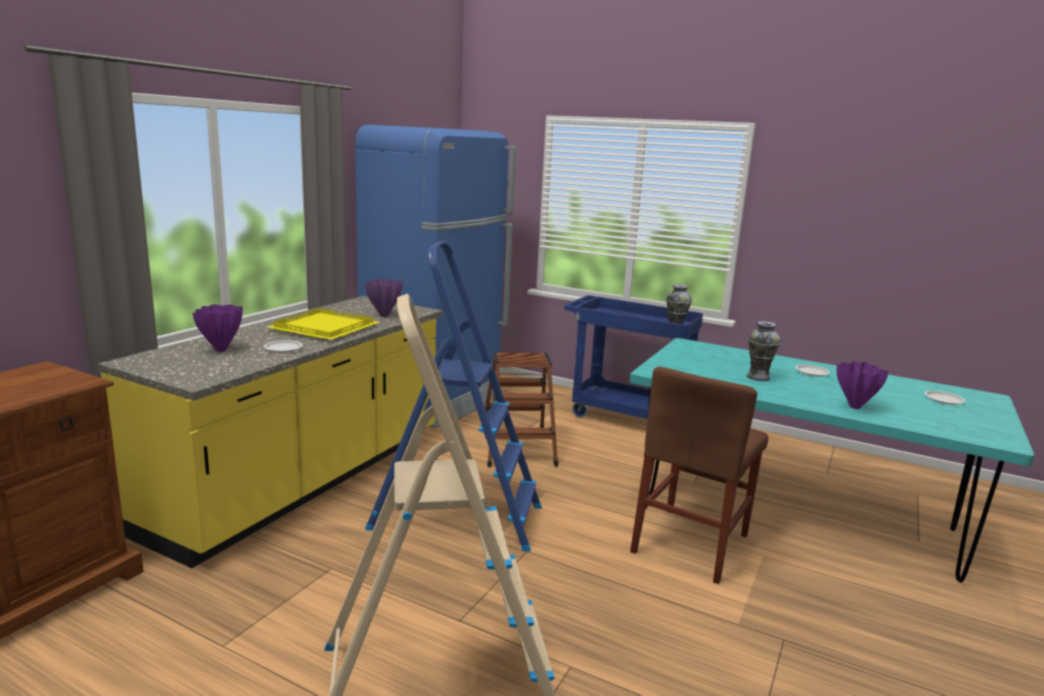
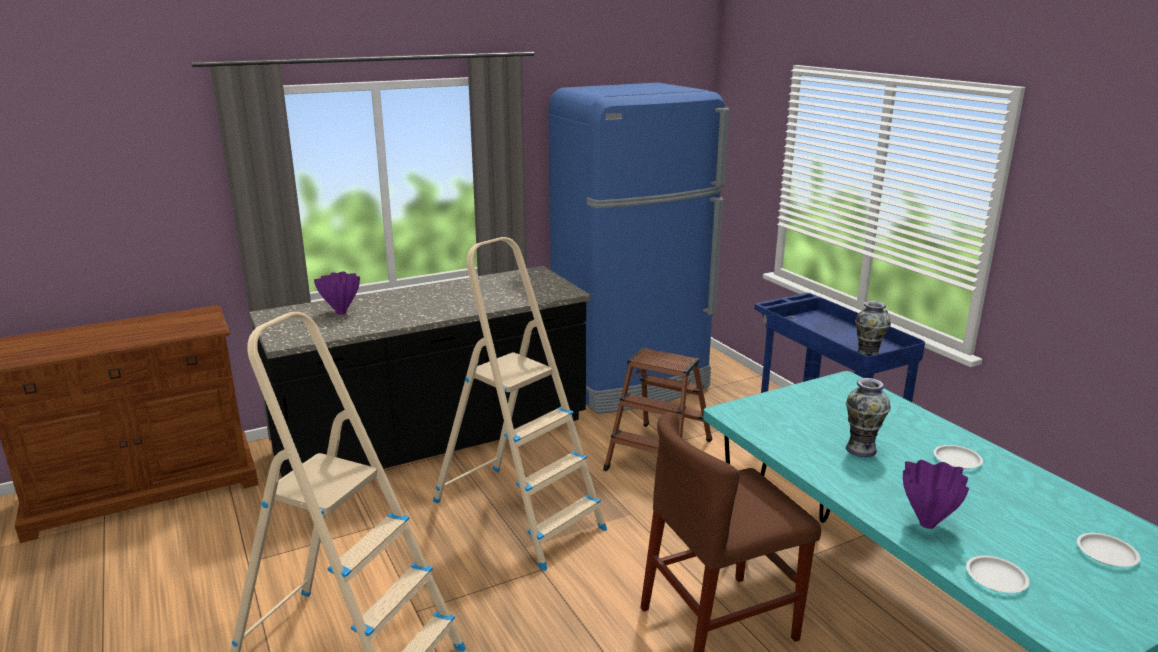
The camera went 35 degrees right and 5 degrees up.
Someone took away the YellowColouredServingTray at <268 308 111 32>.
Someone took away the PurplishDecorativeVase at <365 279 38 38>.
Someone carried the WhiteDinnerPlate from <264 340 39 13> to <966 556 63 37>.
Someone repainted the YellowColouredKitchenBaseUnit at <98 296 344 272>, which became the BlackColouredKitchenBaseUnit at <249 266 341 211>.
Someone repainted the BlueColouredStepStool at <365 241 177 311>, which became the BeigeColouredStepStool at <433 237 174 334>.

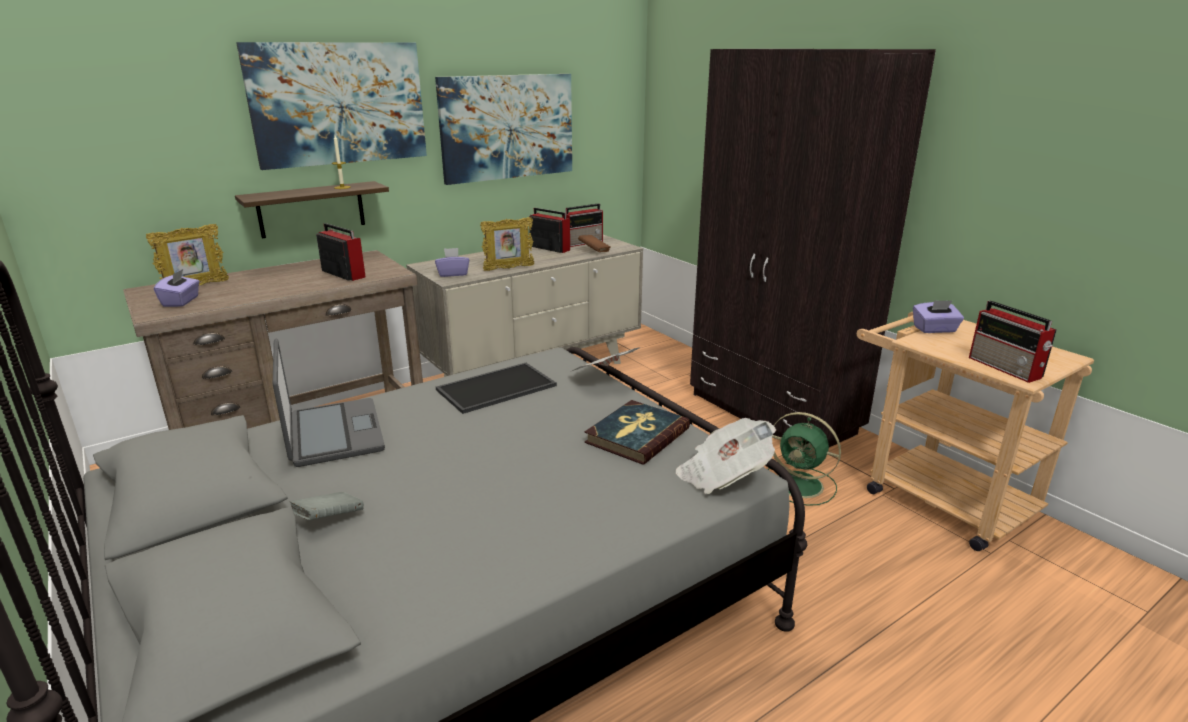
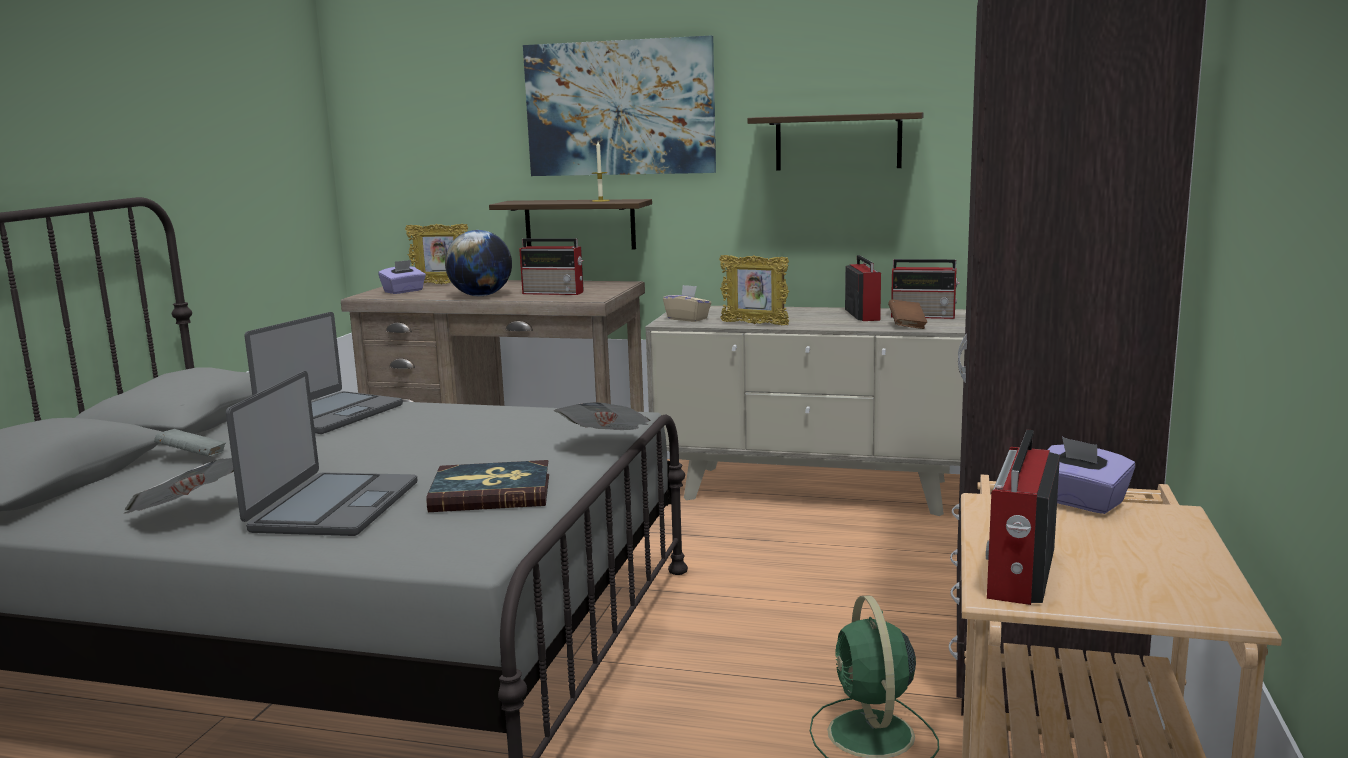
The camera went 50 degrees right and 10 degrees down.
Someone took away the ServingTray at <436 363 121 51>.
Someone put down the Laptop at <226 371 191 165>.
Someone put down the DeskGlobe at <445 230 67 66>.
Someone carried the Newspaper from <676 418 100 76> to <123 458 111 56>.
Someone swapped the WallArt at <435 74 137 111> for the WallShelf at <747 112 177 58>.
Someone repainted the PurplishBoxOfTissues at <435 248 34 29>, which became the BeigeColouredBoxOfTissues at <663 285 48 37>.
Someone rotated the RadioReceiver at <316 223 50 58> by 105 degrees clockwise.

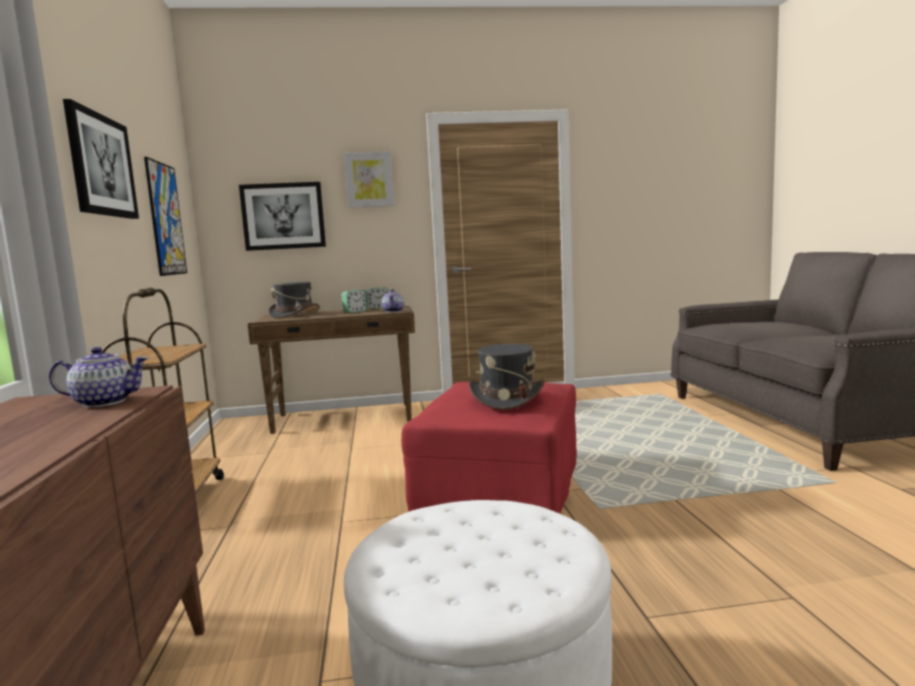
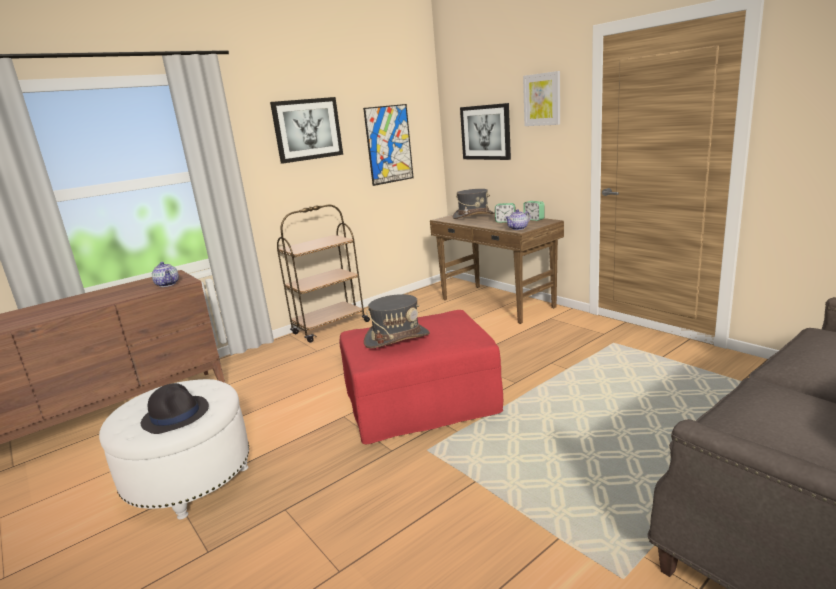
The camera went 60 degrees right and 10 degrees up.
Someone put down the BlackColouredClothingHat at <141 383 68 51>.

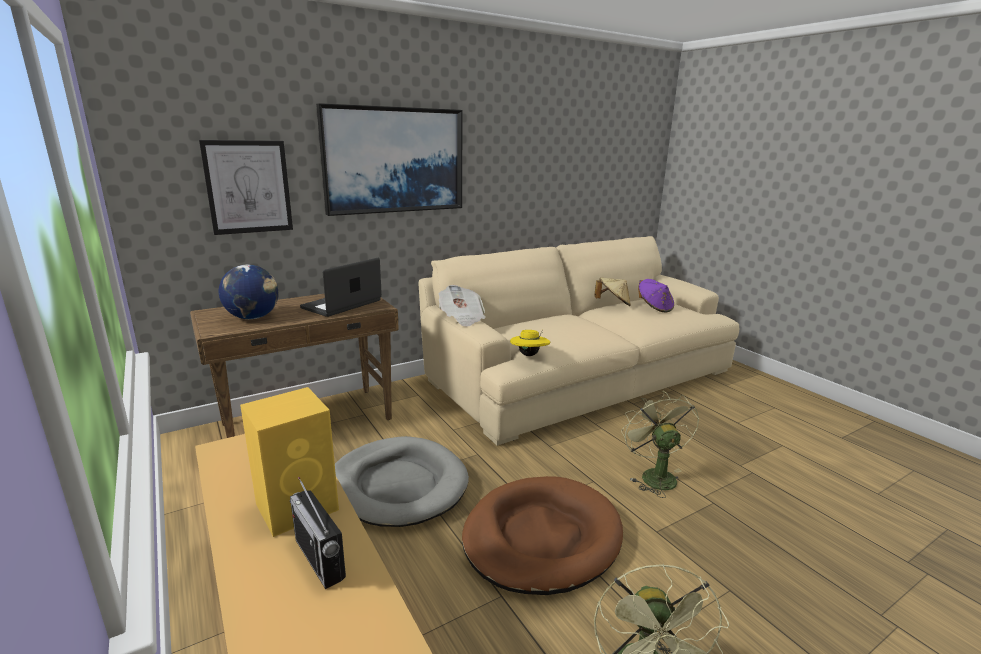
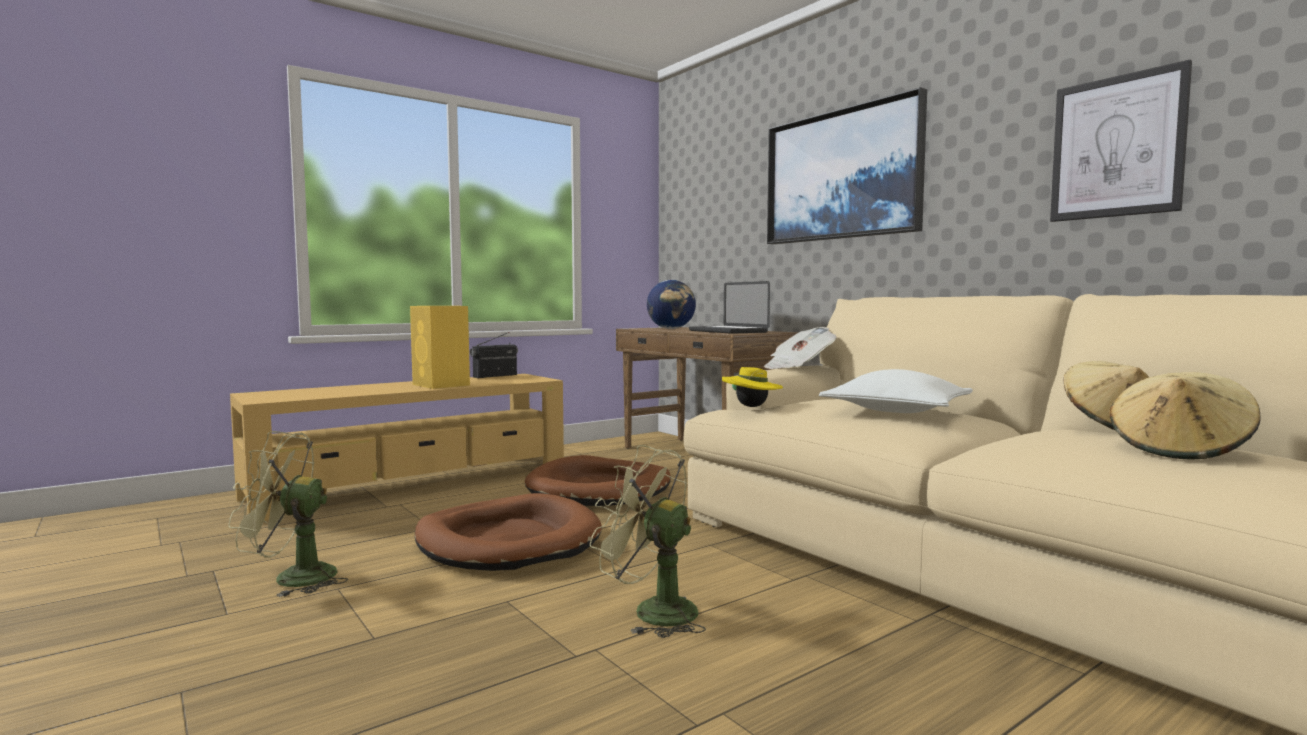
The camera went 85 degrees right and 15 degrees down.
Someone put down the WhitePillow at <819 369 154 44>.
Someone carried the WallArt from <199 140 94 95> to <1050 60 142 162>.
Someone carried the RadioReceiver from <290 477 56 112> to <470 332 48 46>.
Someone repainted the GrayDogBed at <335 436 134 91>, which became the BrownishDogBed at <525 455 146 51>.
Someone repainted the PurplishClothingHat at <638 279 36 33>, which became the BeigeColouredClothingHat at <1110 372 151 88>.
Someone rotated the Laptop at <300 258 82 59> by 150 degrees counterclockwise.
Someone rotated the GreenishFan at <621 391 78 107> by 135 degrees counterclockwise.

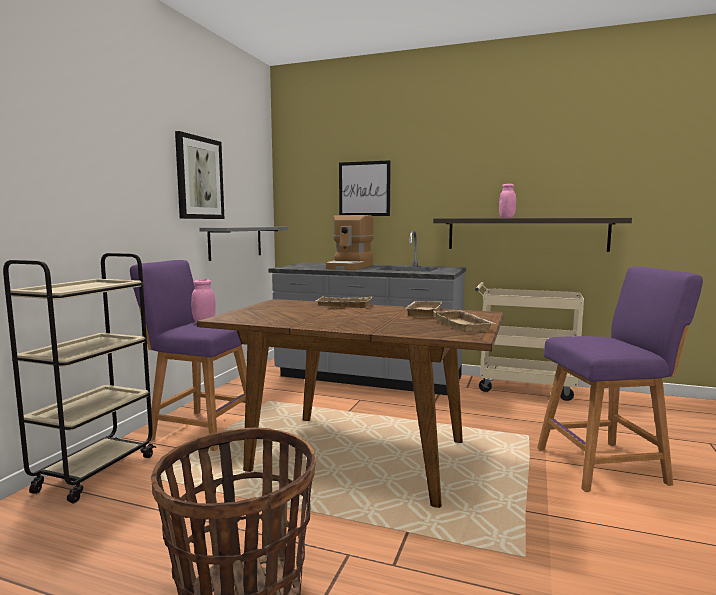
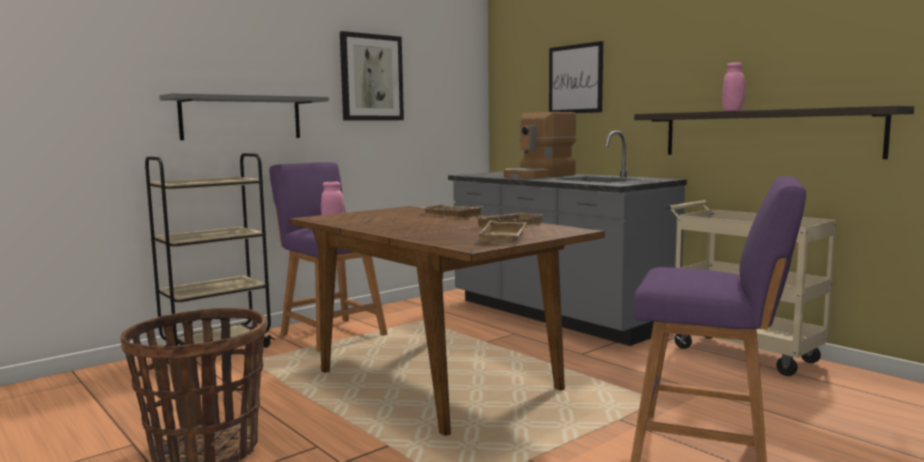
The camera went 30 degrees right and 0 degrees up.
Someone carried the GrayWallShelf from <199 227 89 34> to <159 93 170 47>.

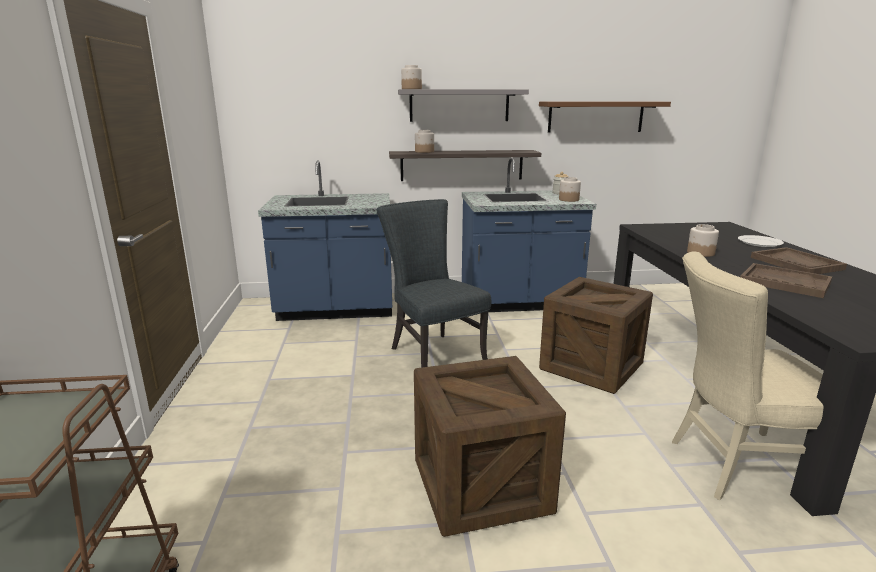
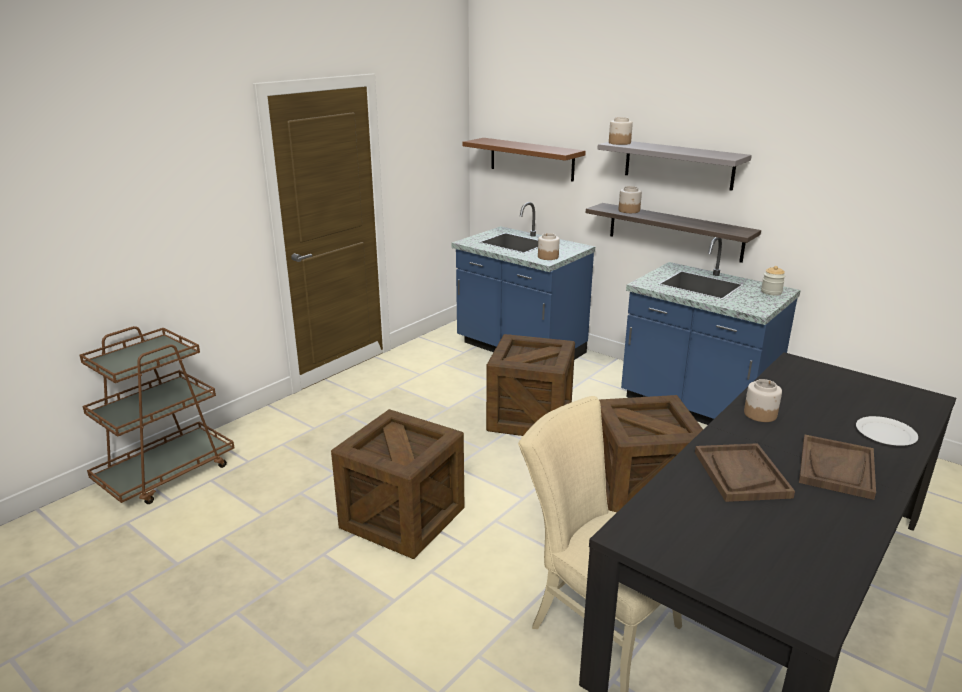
The camera went 45 degrees right and 5 degrees up.
Someone carried the BrownishWallShelf from <539 101 132 31> to <462 138 124 44>.
Someone carried the Jar from <559 177 22 25> to <538 233 22 27>.
Someone swapped the GrayPlainChair at <376 199 115 169> for the ShippingCrate at <486 334 89 102>.

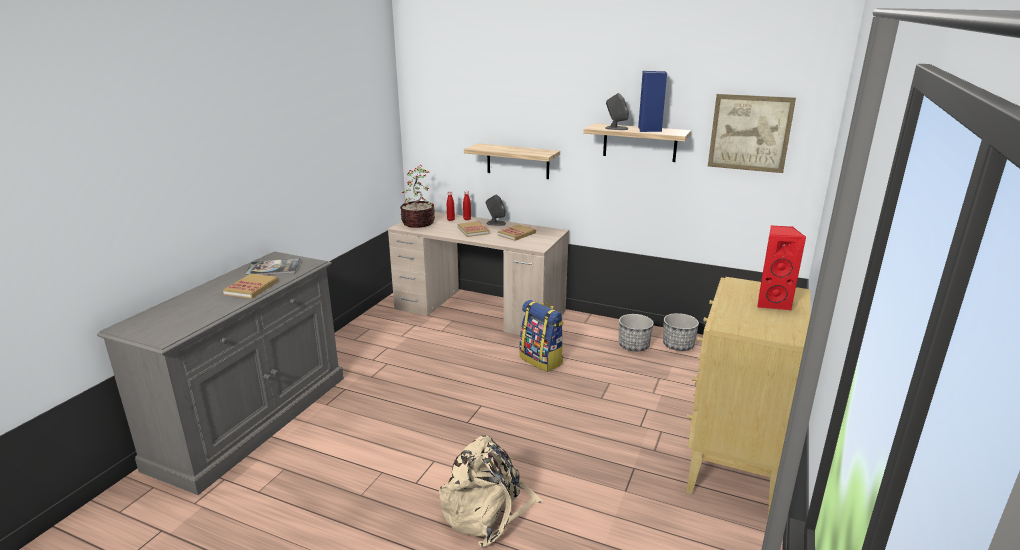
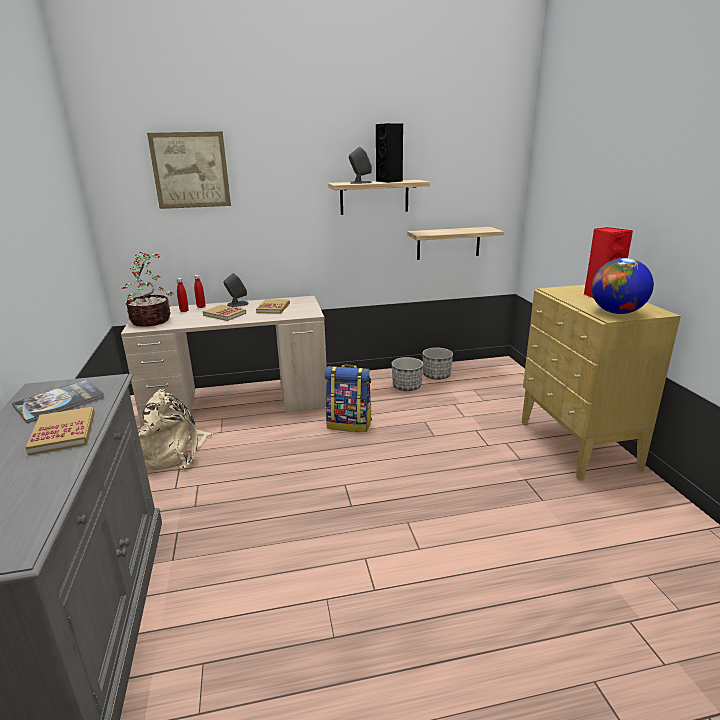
The camera went 35 degrees left and 0 degrees up.
Someone put down the DeskGlobe at <591 258 63 56>.
Someone carried the BeigeColouredBackpack from <439 436 104 111> to <138 389 75 81>.
Someone carried the WallShelf from <464 143 96 36> to <407 227 97 33>.
Someone carried the WallArt from <708 94 88 79> to <147 132 84 77>.
Someone repainted the BlueColouredSpeaker at <638 71 29 61>, which became the BlackColouredSpeaker at <376 123 27 60>.

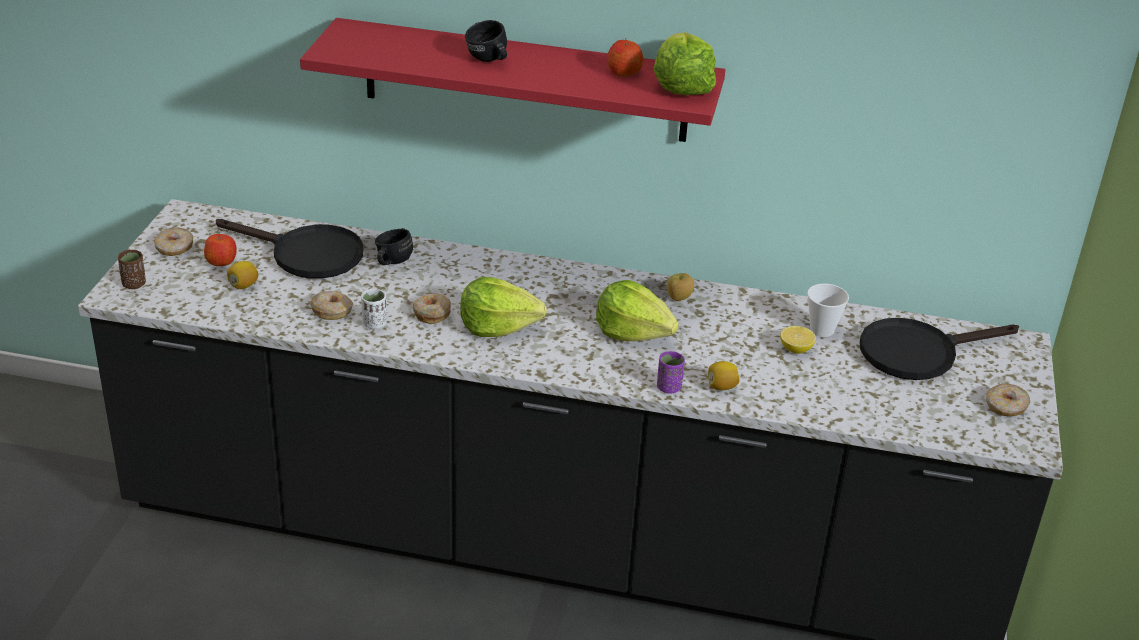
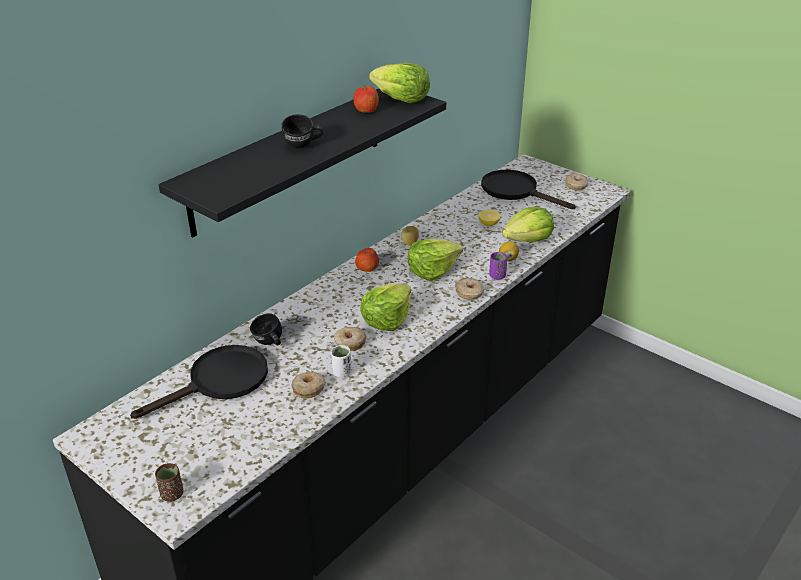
The camera went 60 degrees left and 0 degrees up.
Someone took away the Lemon at <227 261 31 28>.
Someone took away the Cup at <807 284 42 53>.
Someone put down the Lettuce at <502 206 52 36>.
Someone carried the RingDoughnut from <154 228 39 28> to <455 278 29 22>.
Someone carried the WholeApple from <204 233 33 33> to <355 248 24 24>.
Someone repainted the ReddishWallShelf at <300 18 425 124>, which became the BlackColouredWallShelf at <158 89 288 149>.
Someone rotated the BlackColouredFryingPan at <860 318 159 62> by 120 degrees clockwise.

